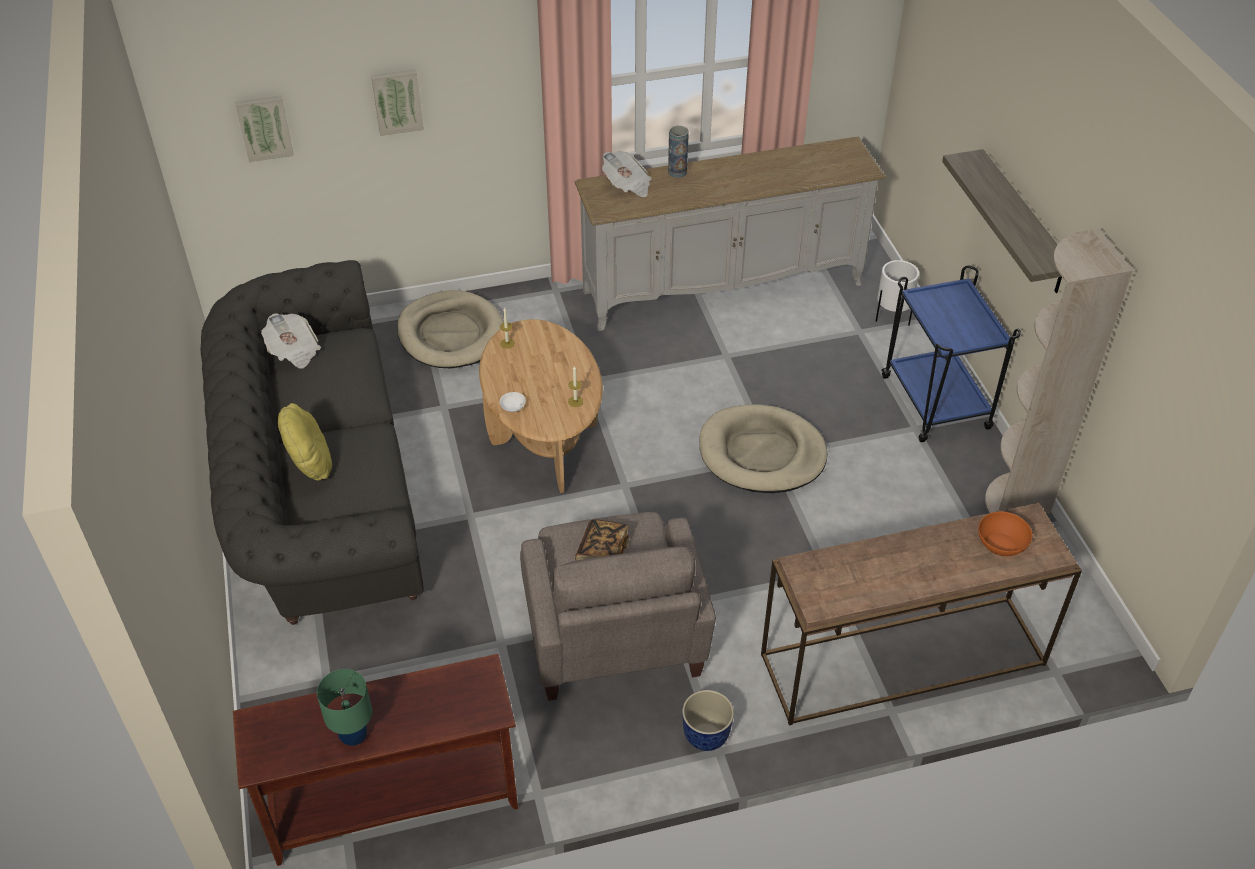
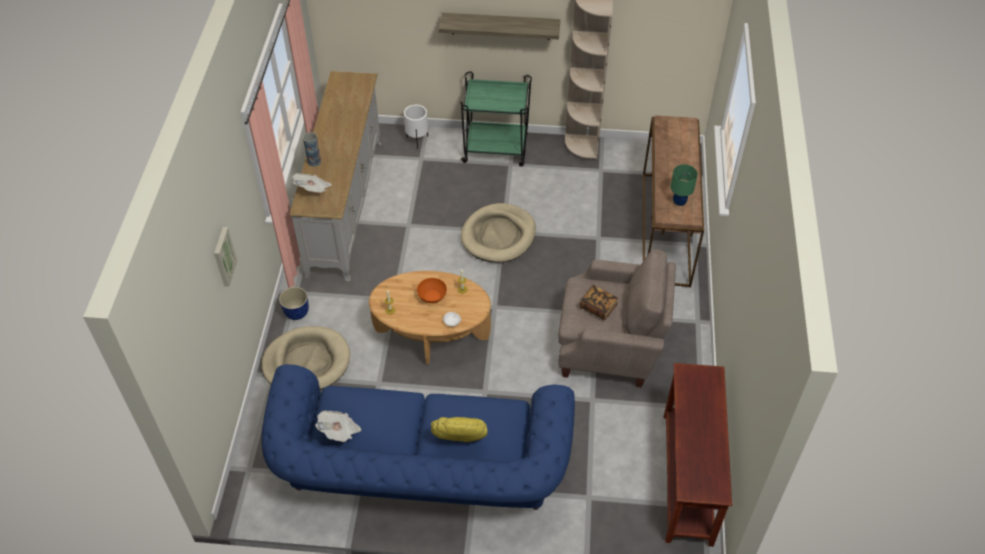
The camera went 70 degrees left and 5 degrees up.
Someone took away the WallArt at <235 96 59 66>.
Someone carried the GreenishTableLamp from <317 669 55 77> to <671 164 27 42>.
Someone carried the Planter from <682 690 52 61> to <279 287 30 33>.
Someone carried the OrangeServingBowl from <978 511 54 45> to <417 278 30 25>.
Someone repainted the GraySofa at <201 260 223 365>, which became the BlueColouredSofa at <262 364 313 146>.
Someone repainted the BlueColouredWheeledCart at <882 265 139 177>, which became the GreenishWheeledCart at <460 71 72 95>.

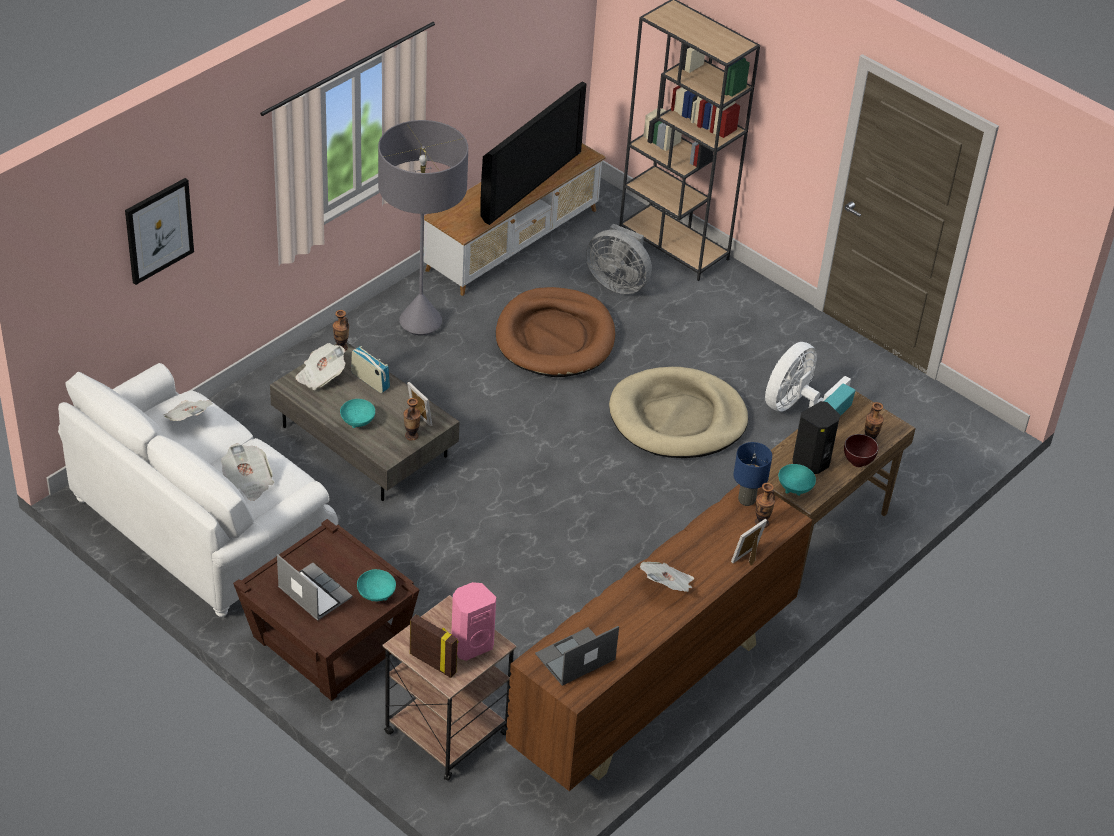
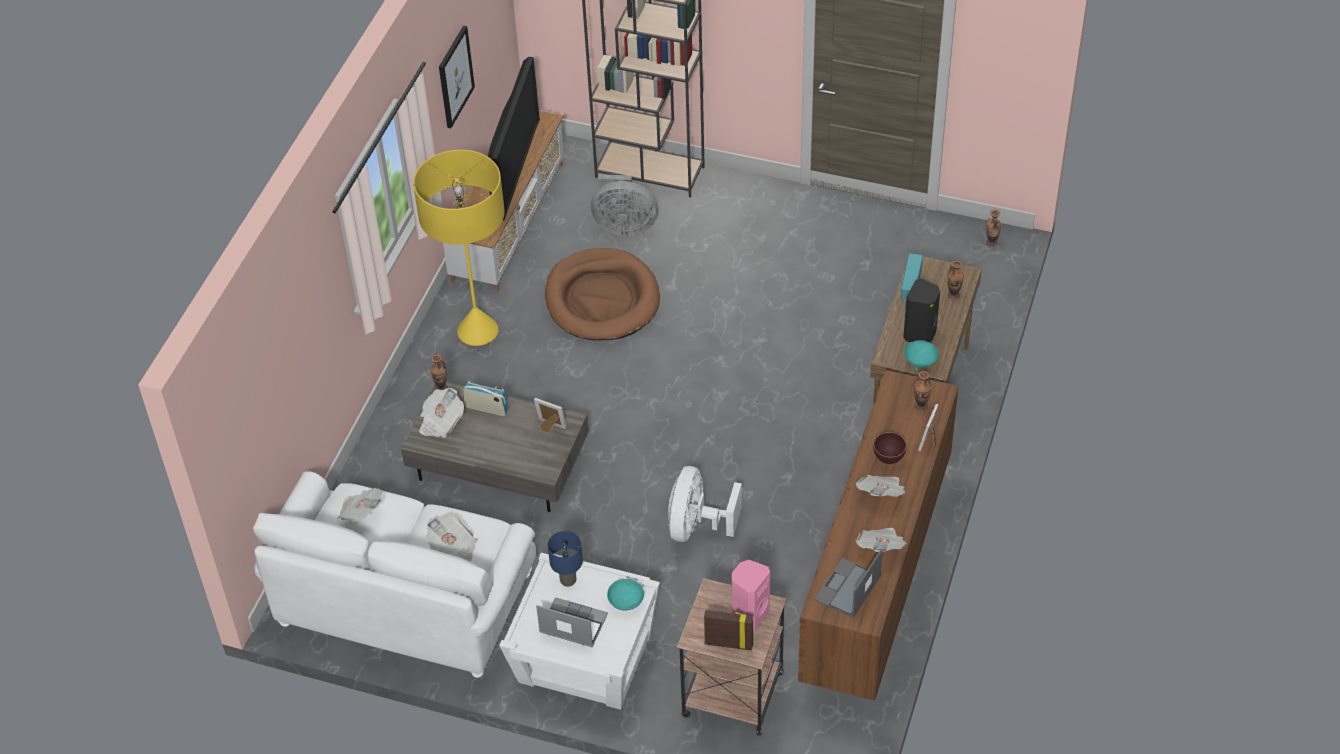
The camera went 20 degrees left and 5 degrees up.
Someone took away the TurquoiseServingBowl at <340 399 35 29>.
Someone took away the BeigeColouredDogBed at <609 367 139 91>.
Someone put down the Newspaper at <856 528 51 24>.
Someone carried the WallArt from <125 178 69 107> to <439 25 36 103>.
Someone carried the DecorativeVase from <403 398 18 43> to <986 210 15 37>.
Someone carried the BlueColouredTableLamp from <733 442 39 64> to <548 531 35 56>.
Someone carried the WhiteFan from <765 342 86 70> to <668 466 74 76>.
Someone carried the BrownishServingBowl from <844 434 35 33> to <873 432 34 32>.
Someone repainted the BrownishAccentTable at <233 519 187 182>, which became the WhiteAccentTable at <499 553 161 157>.
Someone repainted the GrayStandardLamp at <378 120 90 216>, which became the YellowColouredStandardLamp at <413 150 92 196>.

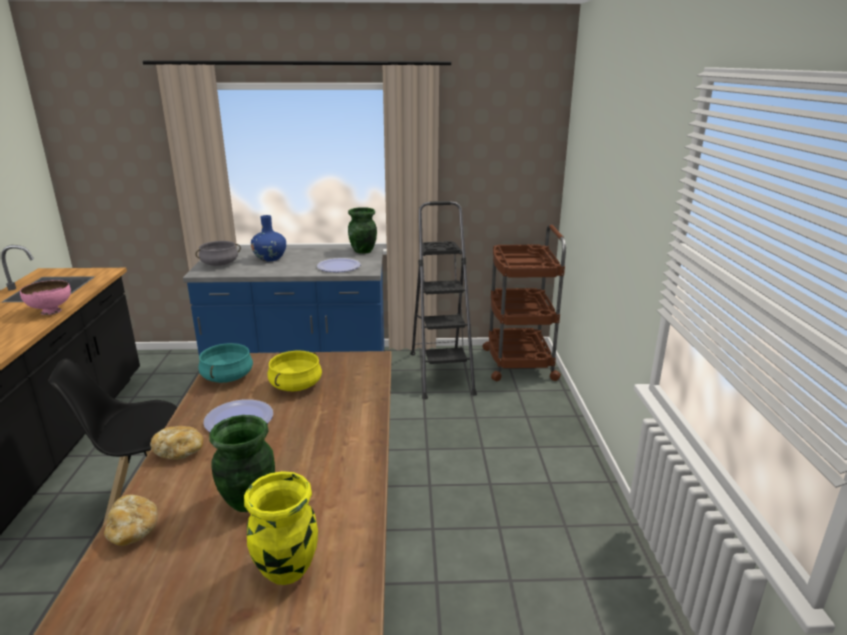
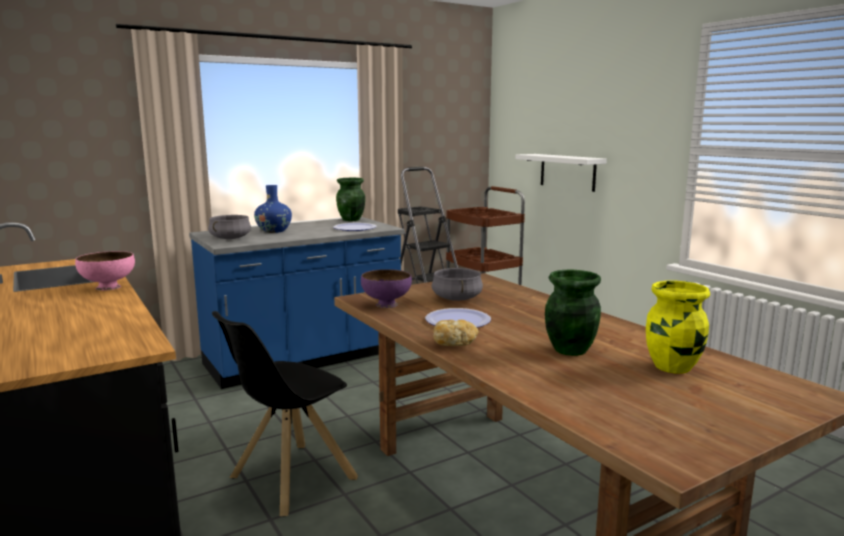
The camera went 30 degrees left and 10 degrees down.
Someone took away the BakedBread at <104 495 54 51>.
Someone put up the WhiteWallShelf at <515 154 92 38>.
Someone swapped the TurquoiseStockpot at <198 343 55 40> for the PurplishServingBowl at <361 269 51 39>.
Someone repainted the YellowColouredStockpot at <268 351 54 40>, which became the GrayStockpot at <432 268 51 33>.

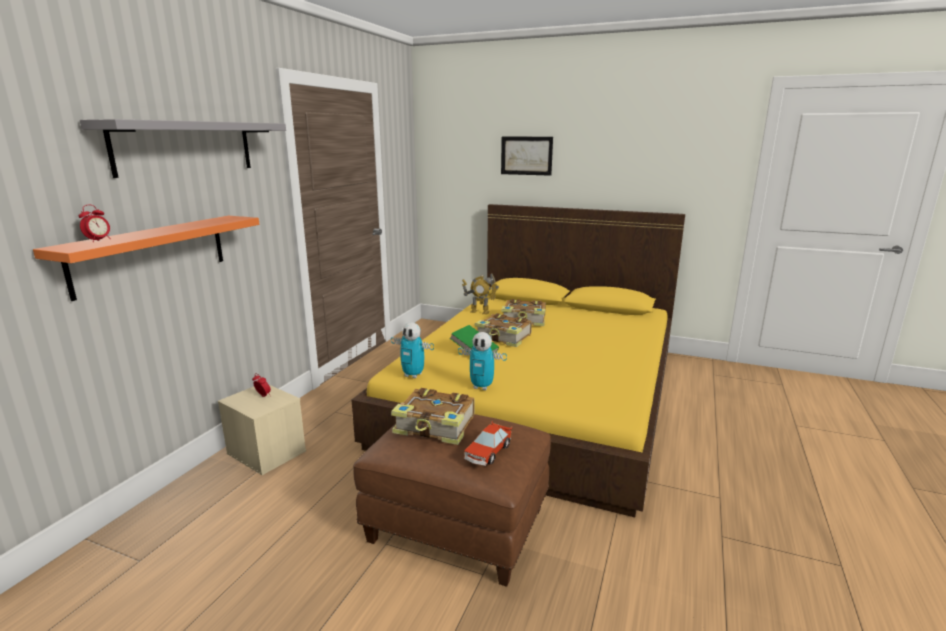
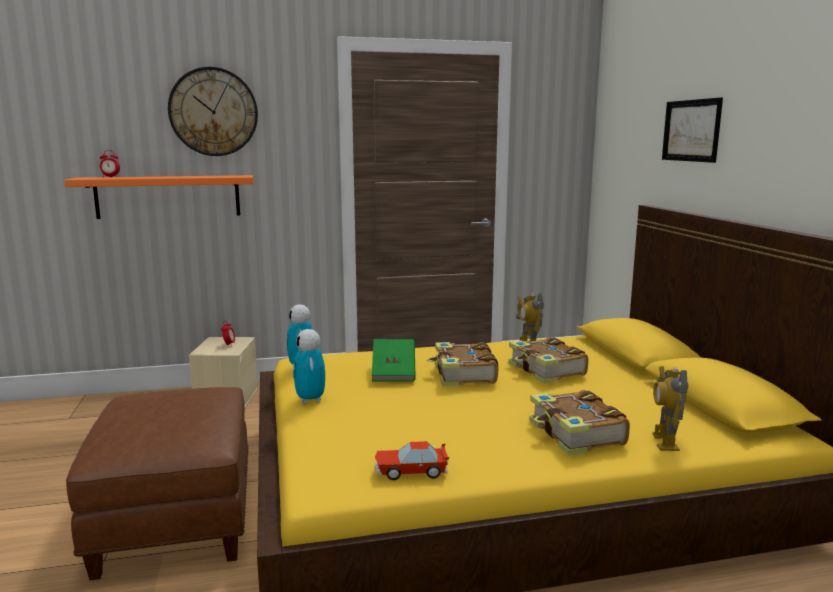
The camera went 55 degrees right and 5 degrees down.
Someone put down the ModelRobot at <652 366 36 85>.
Someone carried the Book from <391 388 83 57> to <529 390 101 66>.
Someone carried the ToyCar from <464 421 48 45> to <374 441 75 39>.
Someone swapped the GrayWallShelf at <80 119 206 59> for the WallClock at <168 67 90 89>.

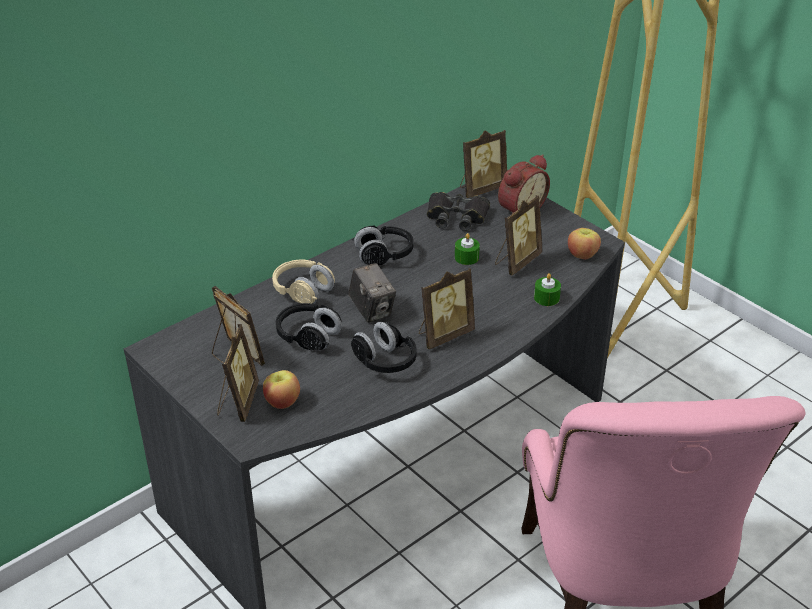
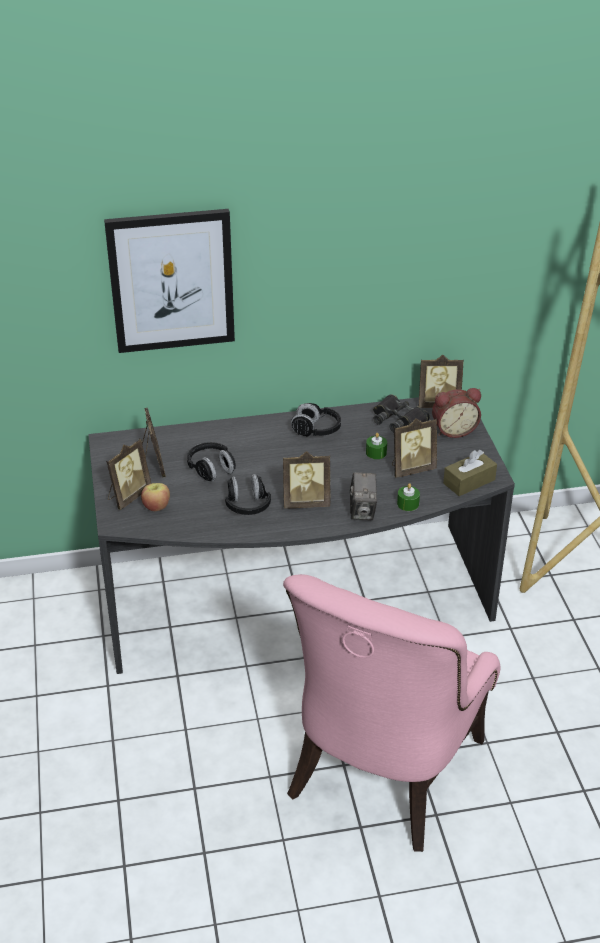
The camera went 30 degrees right and 0 degrees up.
Someone took away the BeigeColouredHeadphones at <272 260 63 44>.
Someone put up the WallArt at <104 209 131 144>.
Someone carried the PhotoCamera from <348 263 48 60> to <350 472 27 48>.
Someone swapped the WholeApple at <568 228 33 31> for the BrownishBoxOfTissues at <443 450 54 46>.

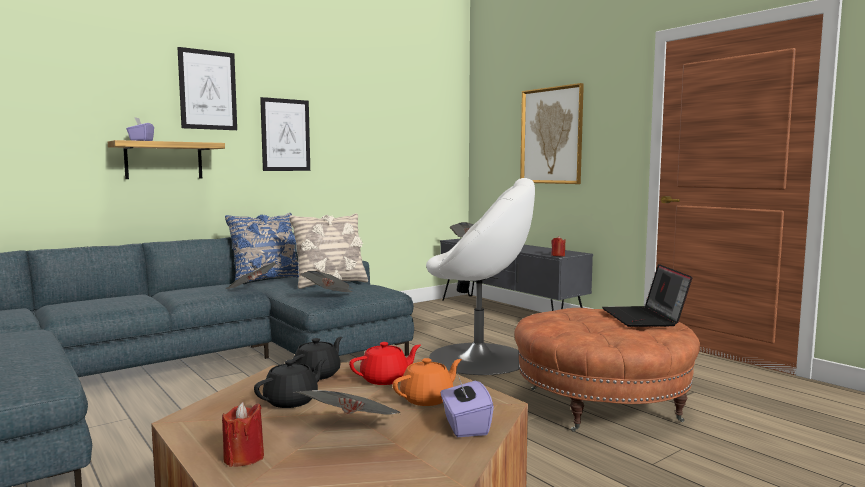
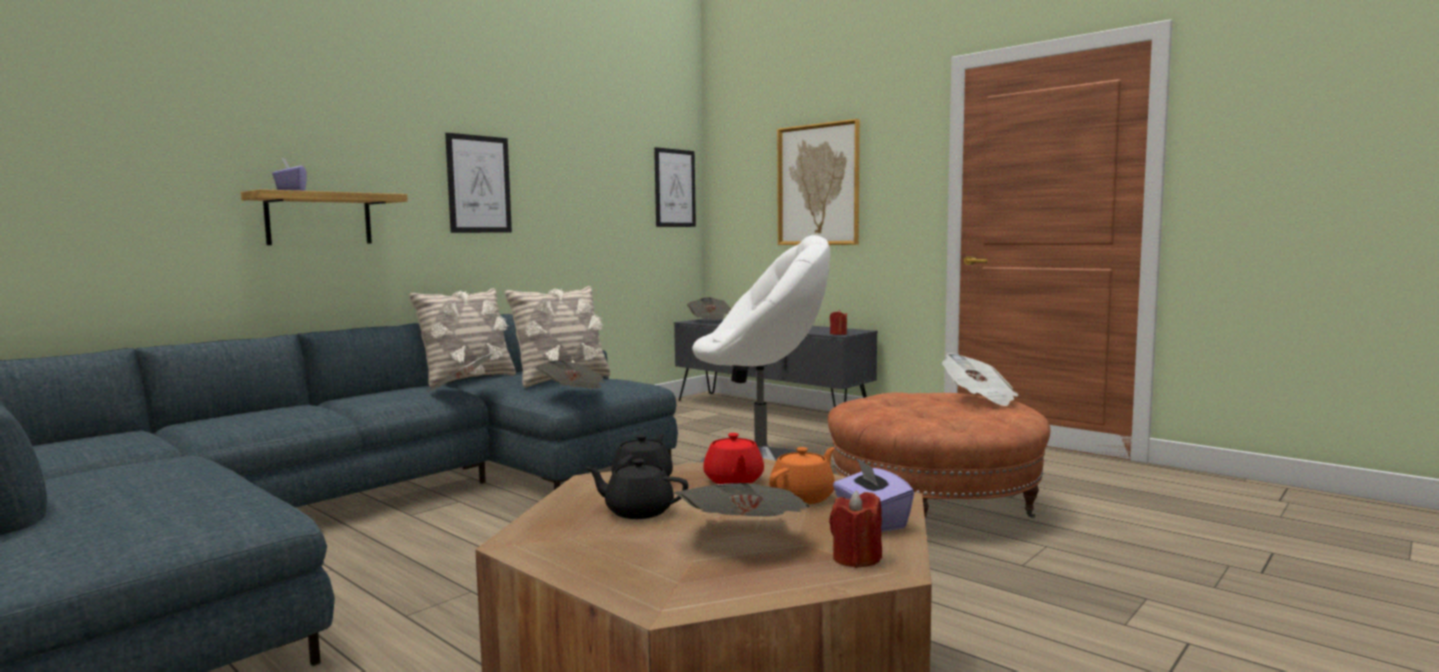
The camera went 10 degrees left and 0 degrees up.
Someone carried the WallArt from <177 47 60 83> to <654 147 42 80>.
Someone carried the ReddishWaxCandle from <222 402 42 65> to <829 491 53 77>.
Someone swapped the Laptop at <602 264 90 63> for the Newspaper at <942 353 76 53>.
Someone repainted the BlueColouredPillow at <225 213 74 70>, which became the BeigeColouredPillow at <409 288 107 99>.
Someone rotated the BlackColouredTeaPot at <254 358 72 50> by 105 degrees counterclockwise.
Someone rotated the ReddishTeaPot at <349 342 72 43> by 120 degrees clockwise.

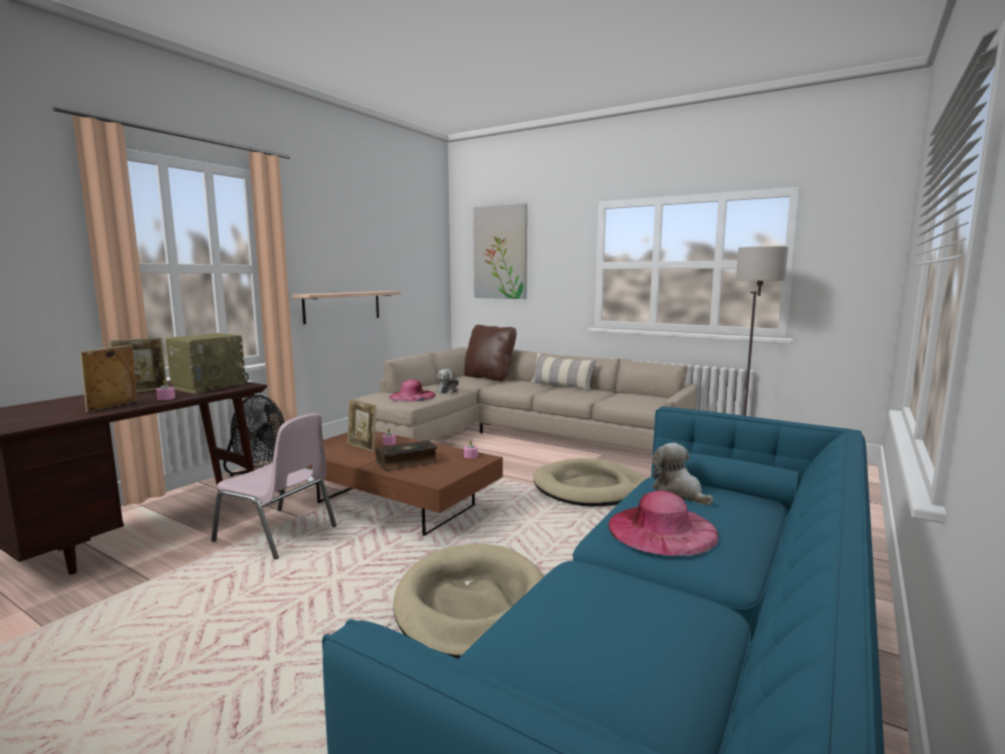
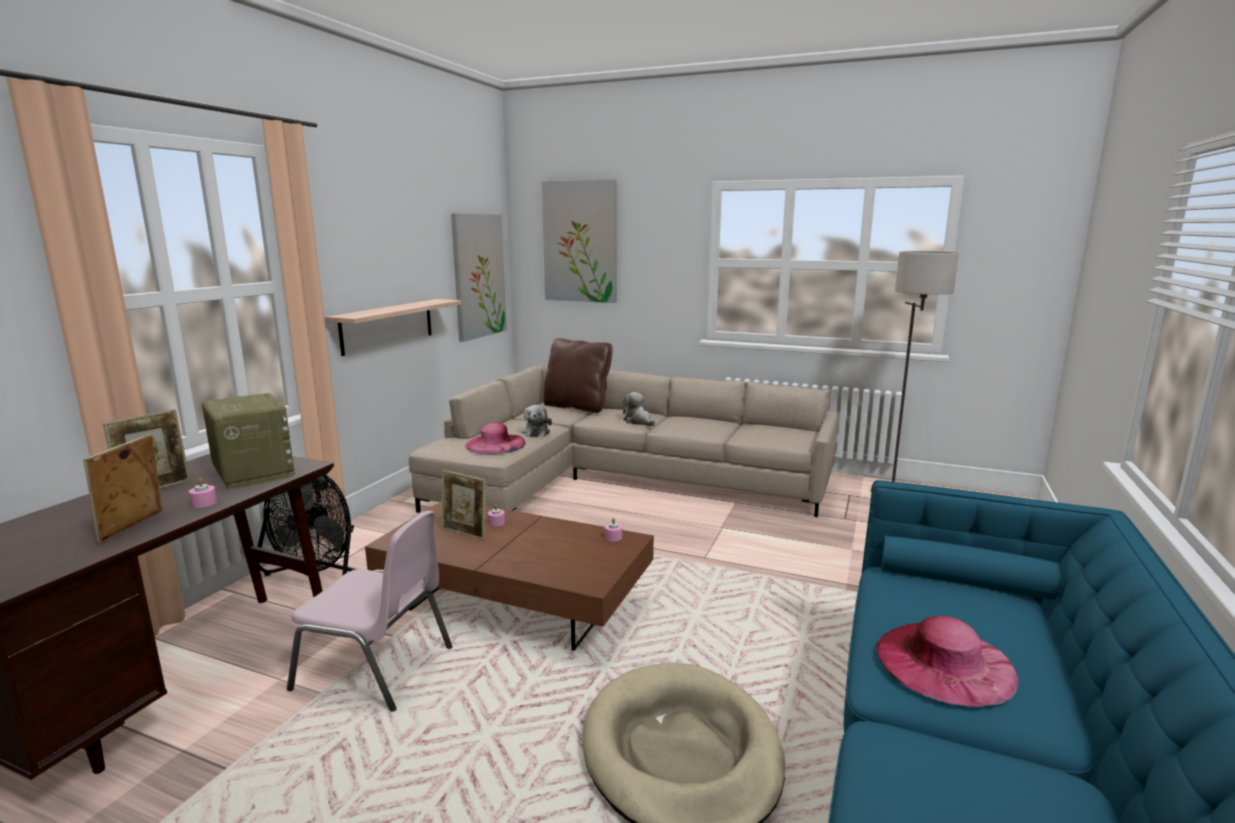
The camera went 10 degrees left and 5 degrees up.
Someone took away the Book at <376 440 62 31>.
Someone took away the Pillow at <531 353 65 38>.
Someone took away the BeigeColouredDogBed at <533 458 112 49>.
Someone put up the WallArt at <451 213 56 129>.
Someone carried the CuddlyToy from <652 443 61 62> to <622 392 33 34>.
Someone rotated the RadioReceiver at <166 333 83 61> by 60 degrees counterclockwise.

